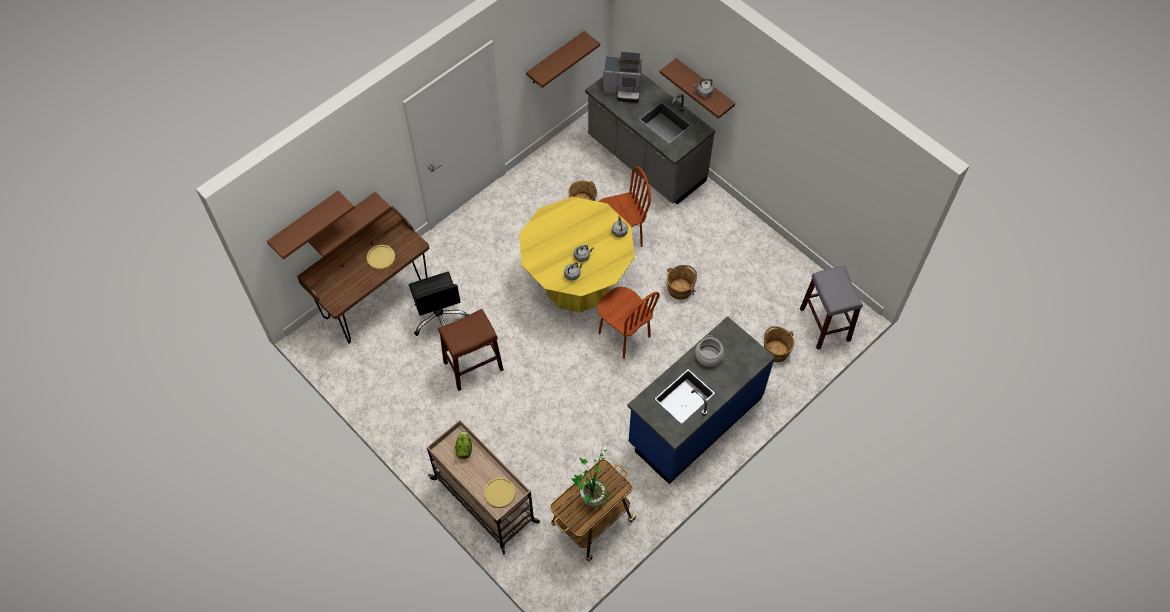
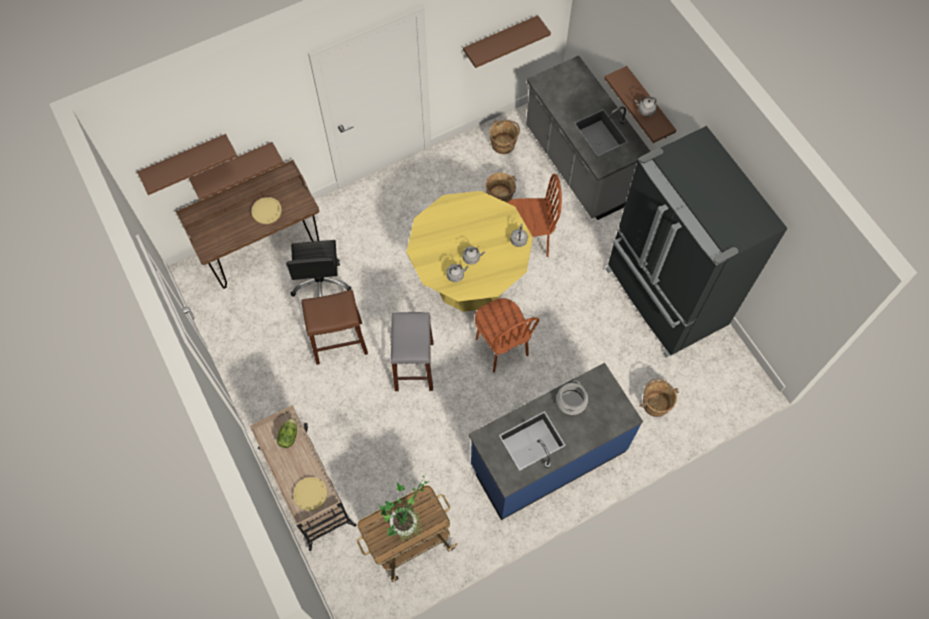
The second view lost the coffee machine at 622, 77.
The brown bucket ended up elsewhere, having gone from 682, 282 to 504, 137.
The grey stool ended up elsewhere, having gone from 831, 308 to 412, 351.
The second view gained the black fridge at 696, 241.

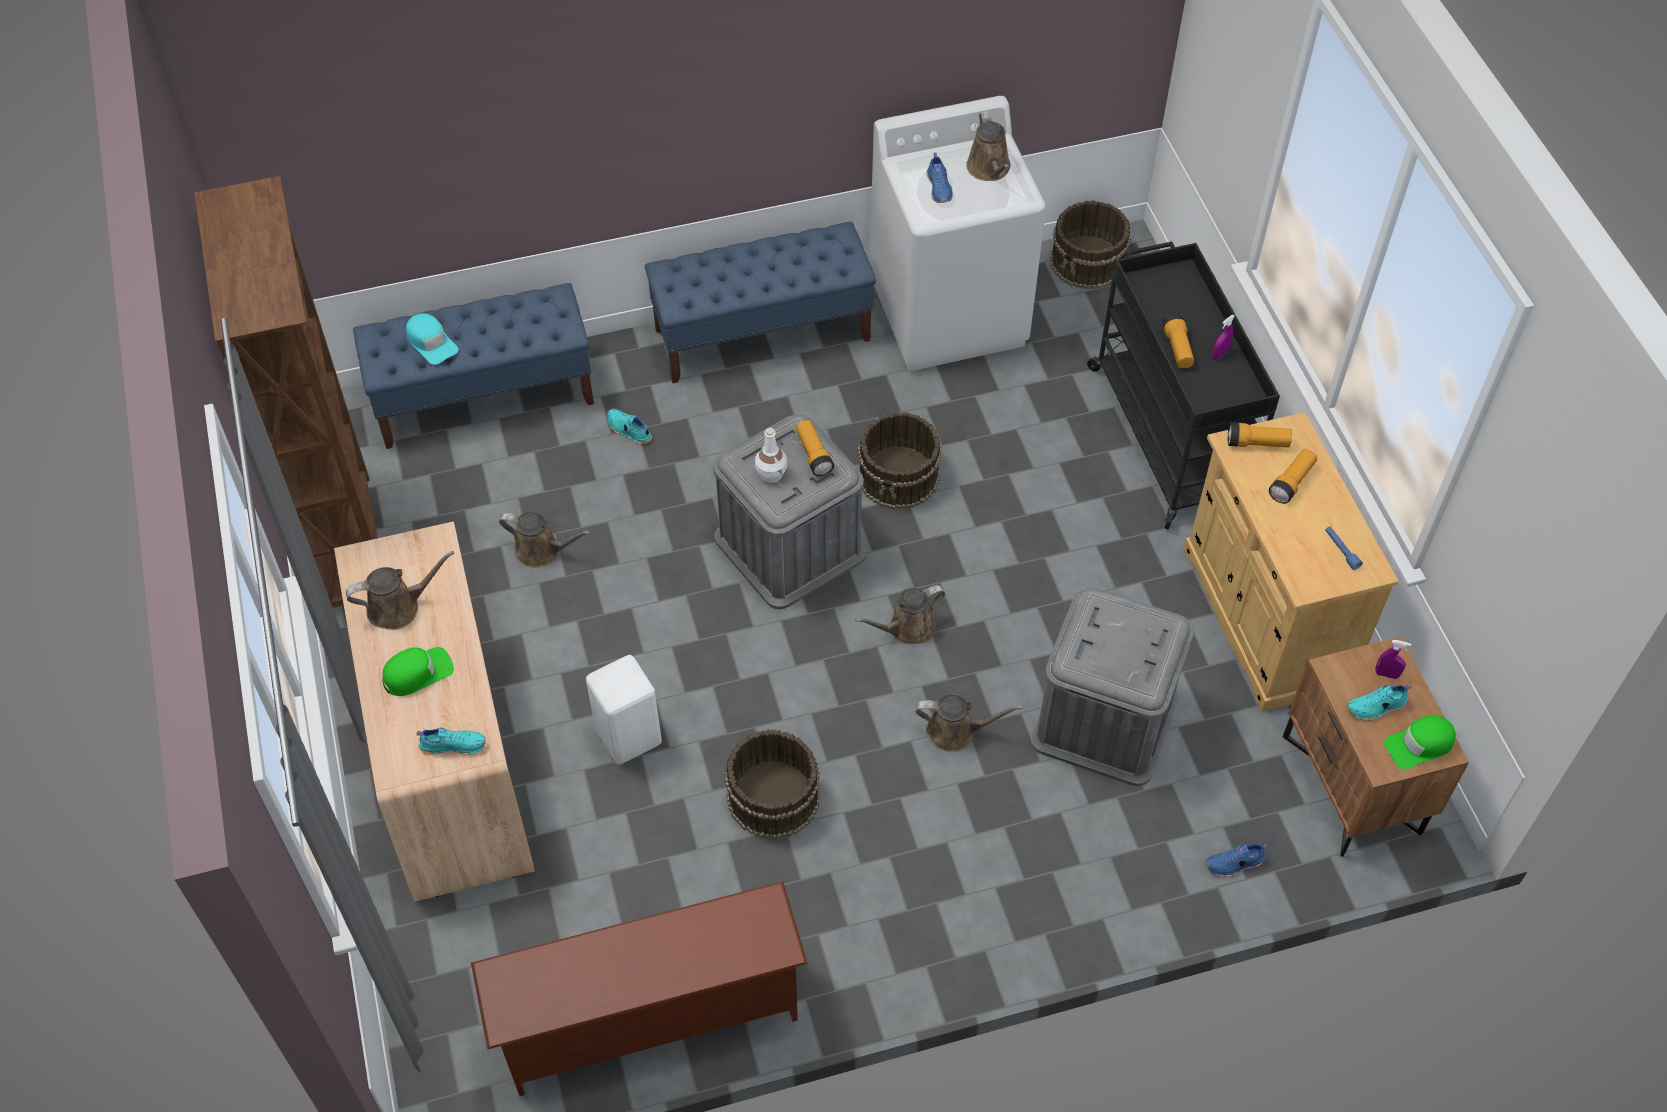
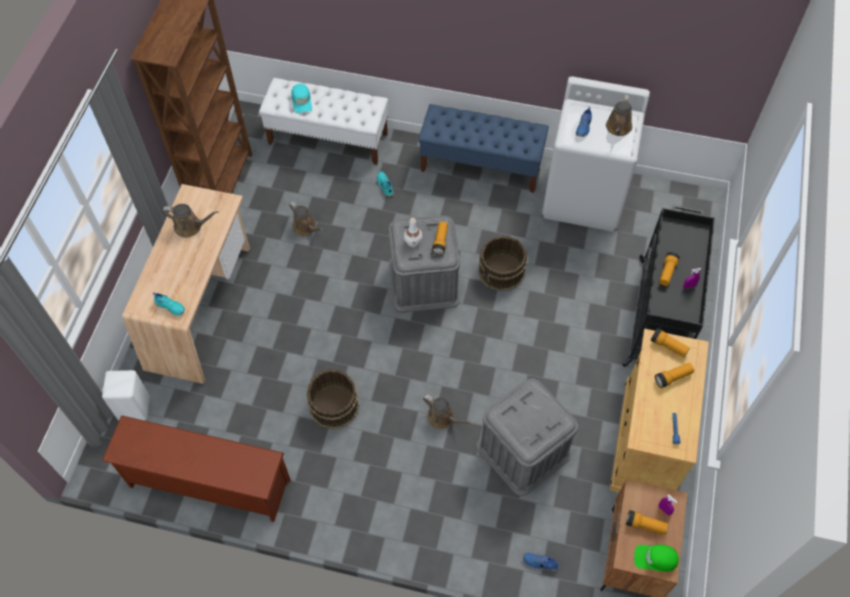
What was the blue bench at 473, 366 turned into the white bench at 323, 121.
The second view lost the green cap at 418, 671.
The white stool ended up elsewhere, having gone from 624, 710 to 126, 395.
The second view lost the brown watering can at 900, 614.
The second view lost the brown bucket at 1090, 245.
Where the turquoise shoe stood at 1379, 702, the flashlight came to stand at 647, 522.

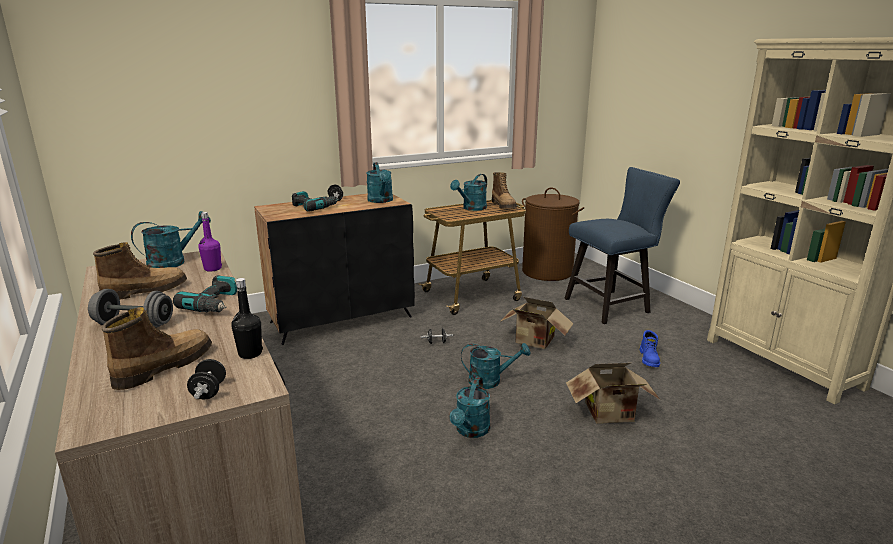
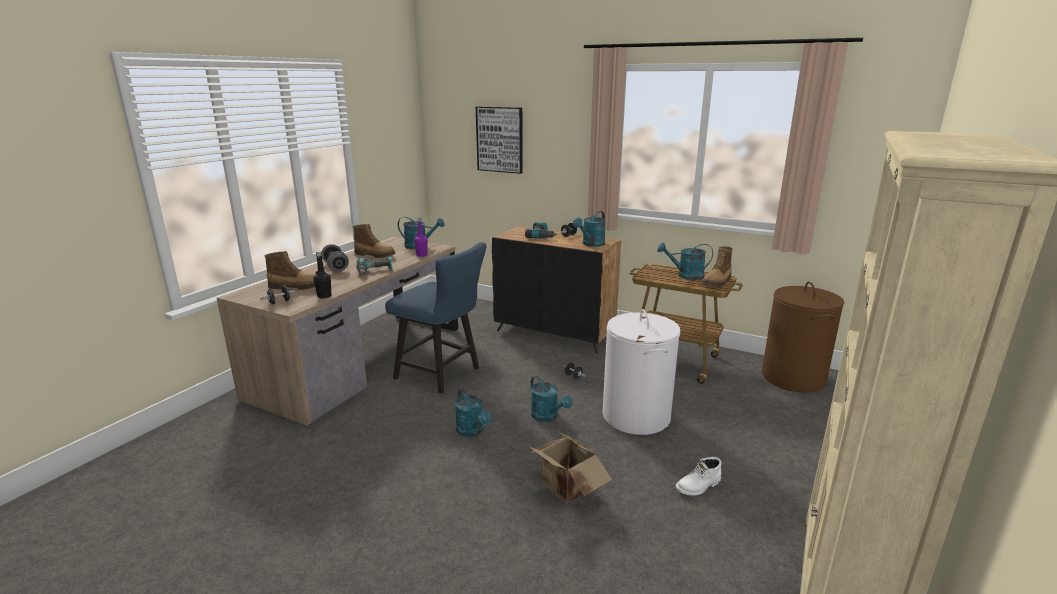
The turquoise watering can at 470, 407 ended up facing another way, 105 degrees counterclockwise from before.
Where the cardboard box stood at 537, 323, the white laundry basket came to stand at 642, 372.
The blue chair ended up elsewhere, having gone from 622, 245 to 436, 317.
What was the blue boot at 649, 348 turned into the white boot at 698, 476.
The second view gained the picture at 499, 140.

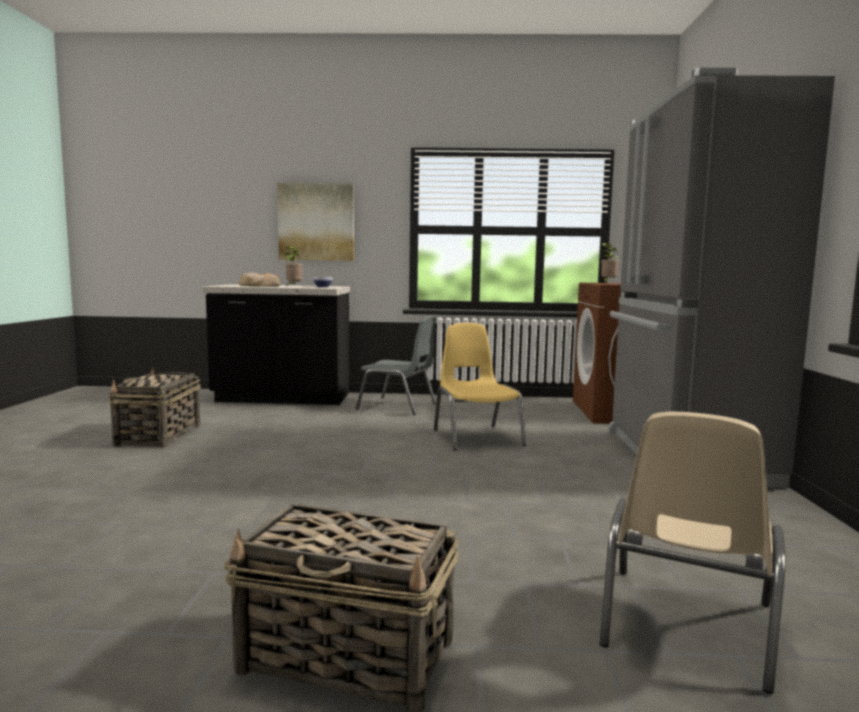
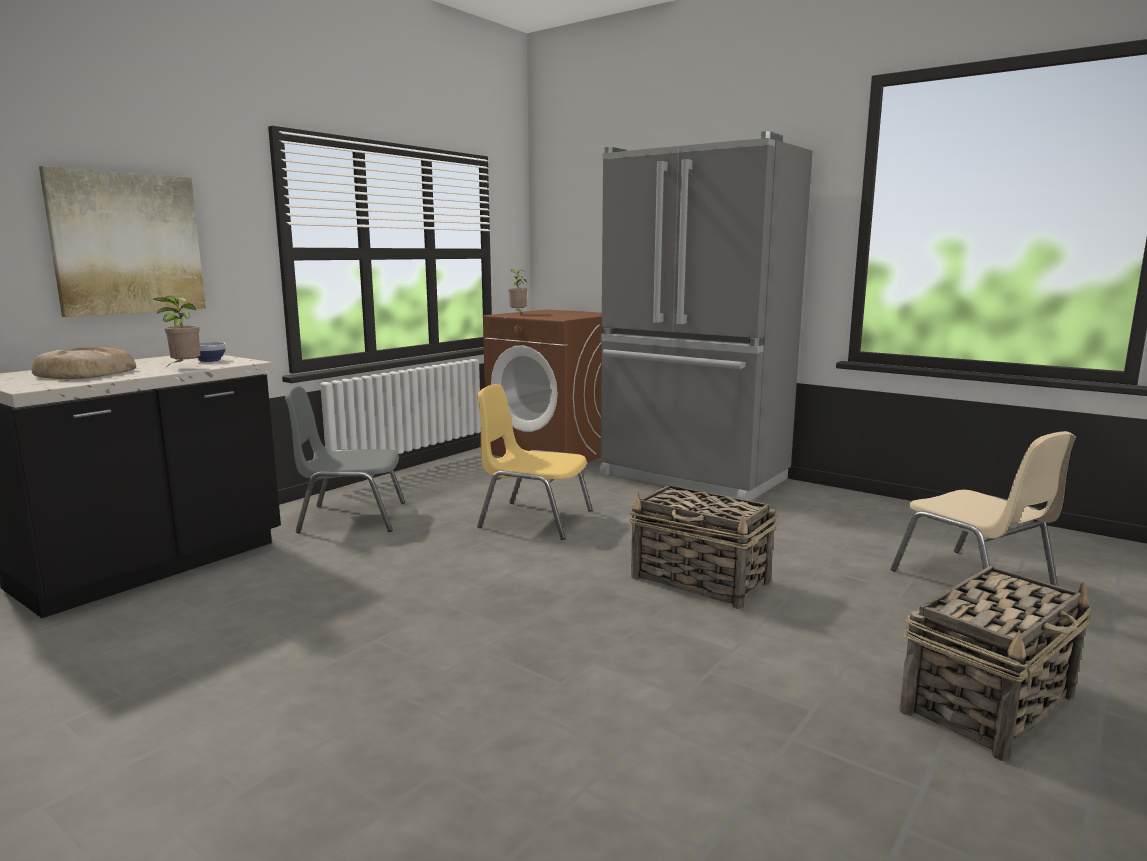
The basket ended up elsewhere, having gone from 154, 407 to 703, 547.
The grey chair at 395, 365 ended up facing another way, 150 degrees counterclockwise from before.

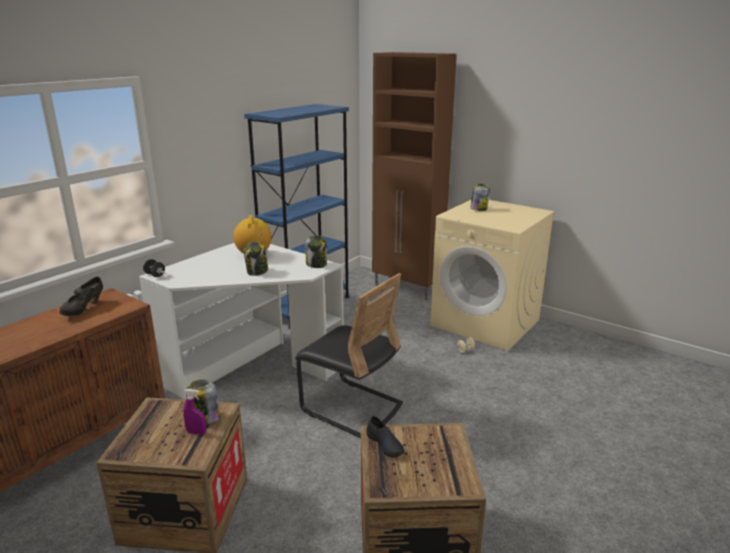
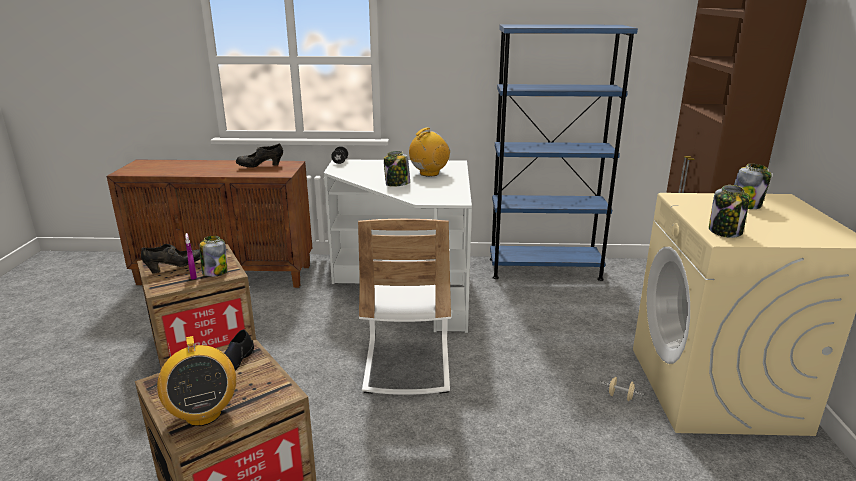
What was the black chair at 349, 355 turned into the white chair at 404, 307.
The jar ended up elsewhere, having gone from 316, 251 to 729, 211.
The second view gained the black shoe at 170, 259.
The second view gained the radio at 196, 381.

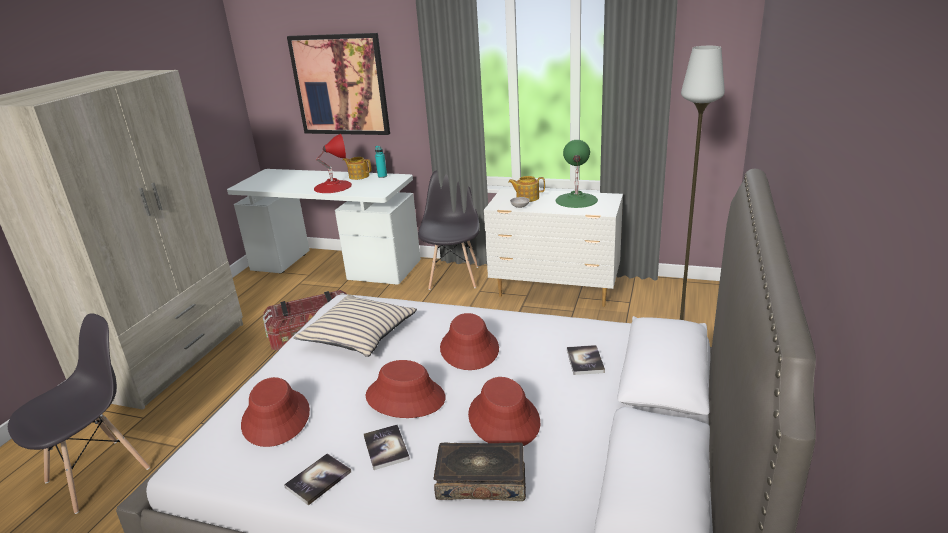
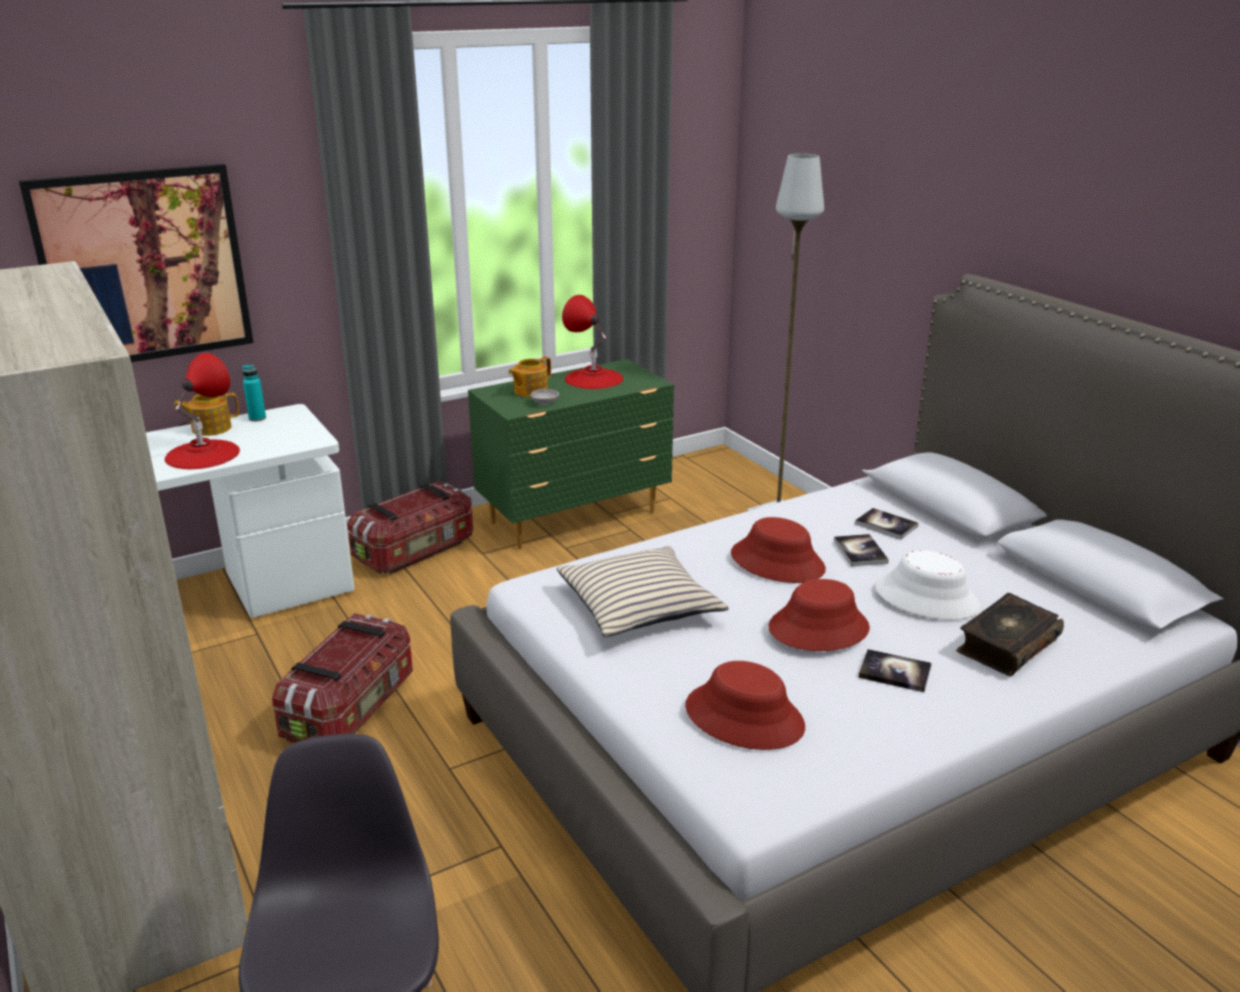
The book ended up elsewhere, having gone from 317, 479 to 861, 550.
Where the grey chair stood at 448, 230, the storage box came to stand at 410, 527.
What was the red hat at 504, 411 turned into the white hat at 927, 585.
What was the white dresser at 553, 247 turned into the green dresser at 571, 454.
What was the green table lamp at 576, 174 turned into the red table lamp at 592, 342.

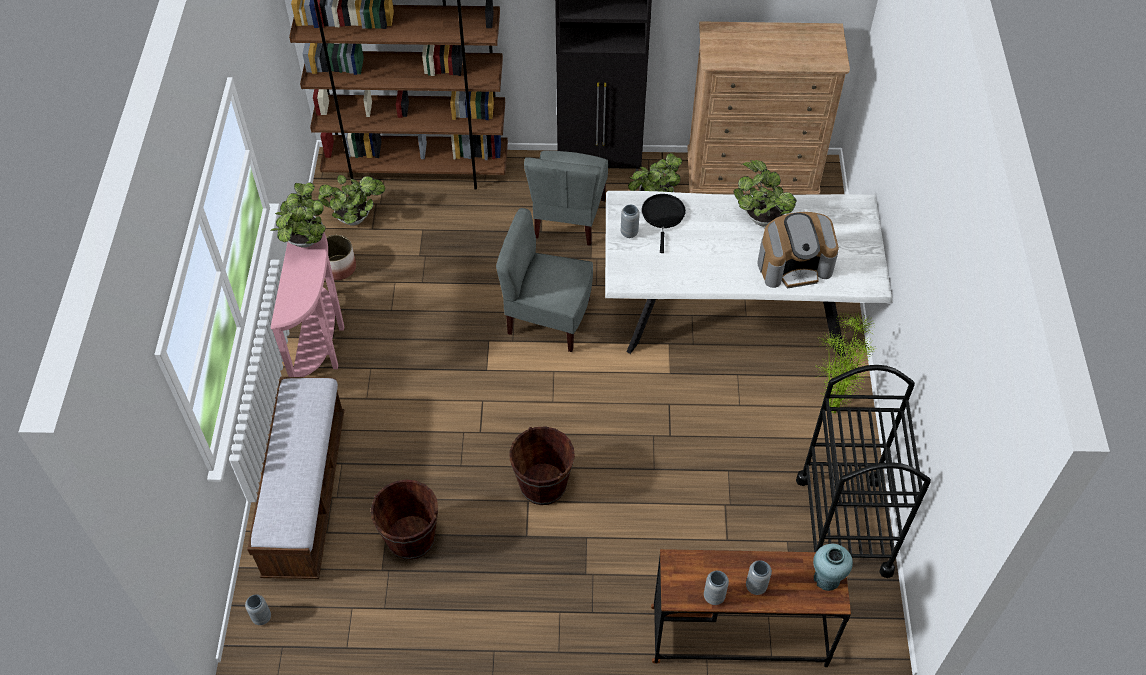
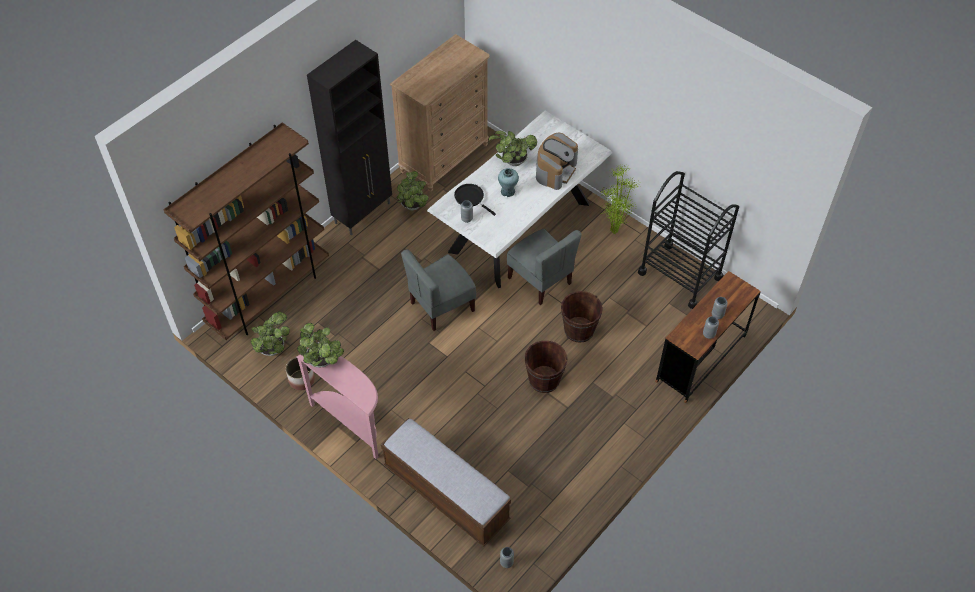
The brown bucket ended up elsewhere, having gone from 404, 519 to 582, 317.
The grey chair ended up elsewhere, having gone from 566, 198 to 544, 267.
The turquoise vase ended up elsewhere, having gone from 833, 567 to 508, 182.

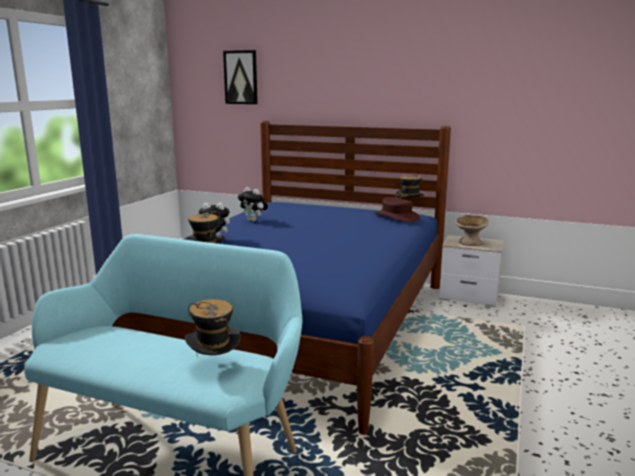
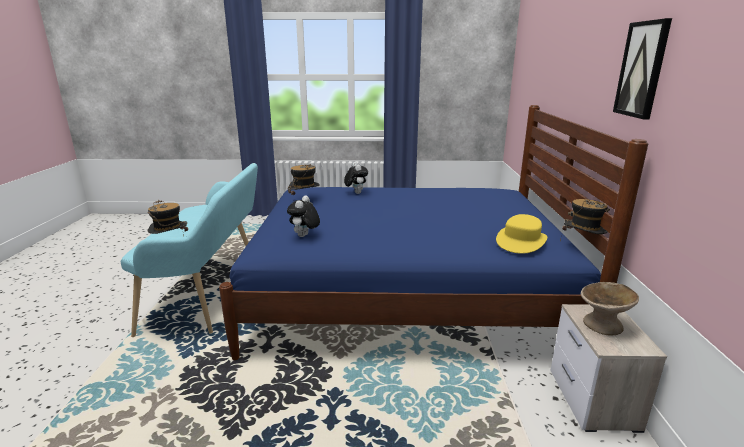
The picture ended up elsewhere, having gone from 240, 77 to 642, 69.
The plush toy ended up elsewhere, having gone from 253, 204 to 303, 216.
What was the brown hat at 397, 209 turned into the yellow hat at 521, 234.

